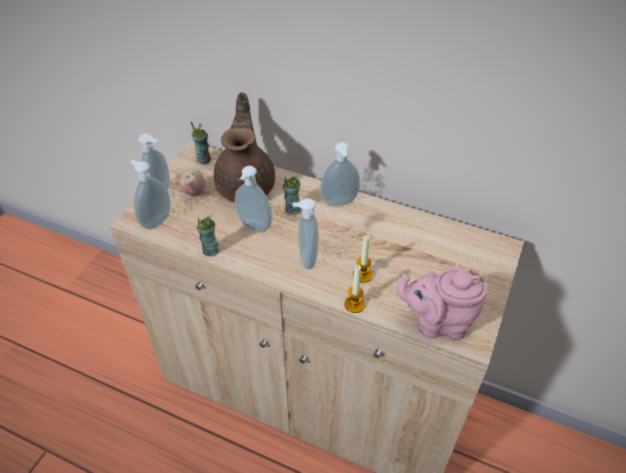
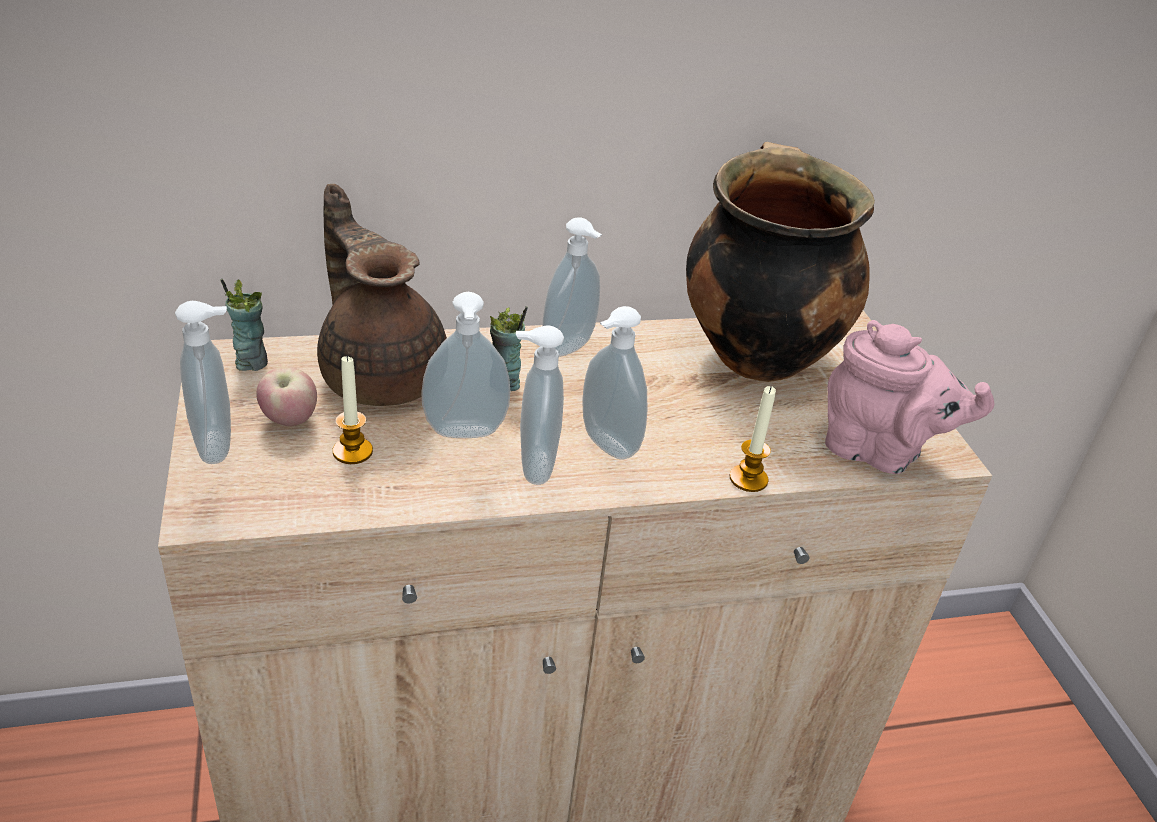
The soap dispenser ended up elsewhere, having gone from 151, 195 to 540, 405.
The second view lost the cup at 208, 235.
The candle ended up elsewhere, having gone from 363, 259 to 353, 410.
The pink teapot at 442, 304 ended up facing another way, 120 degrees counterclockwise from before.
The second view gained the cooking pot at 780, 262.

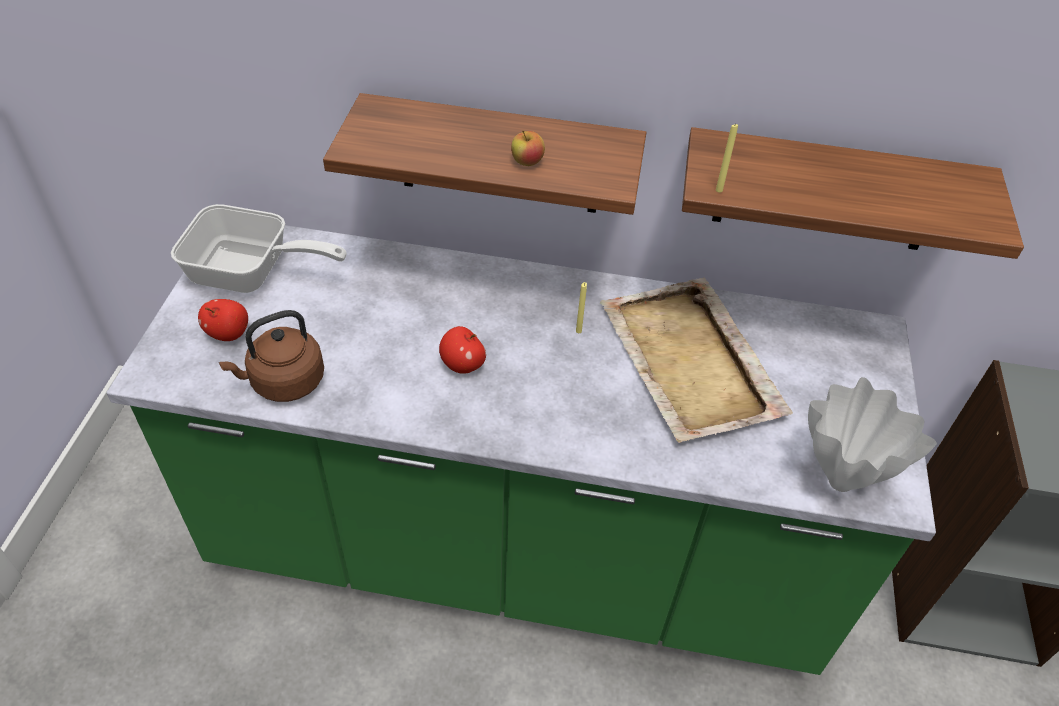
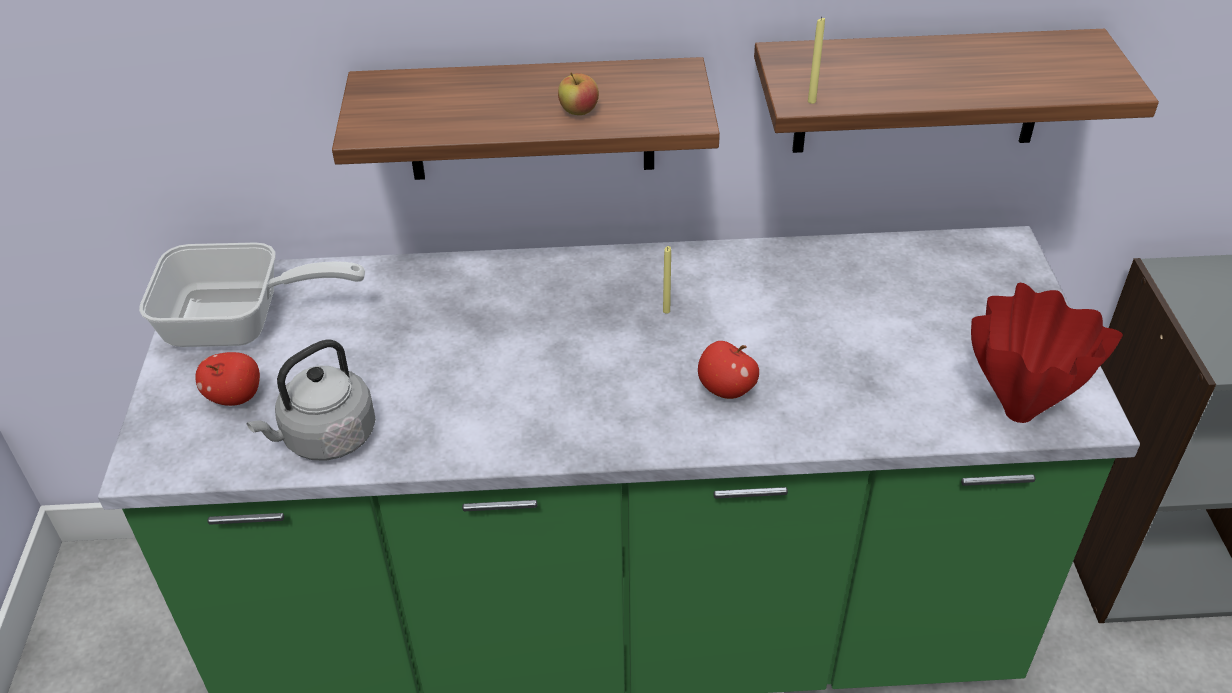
What was the brown kettle at 271, 356 turned into the grey kettle at 311, 400.
The apple ended up elsewhere, having gone from 462, 350 to 728, 370.
The second view lost the beige tray at 696, 360.
What was the white vase at 872, 434 turned into the red vase at 1047, 353.

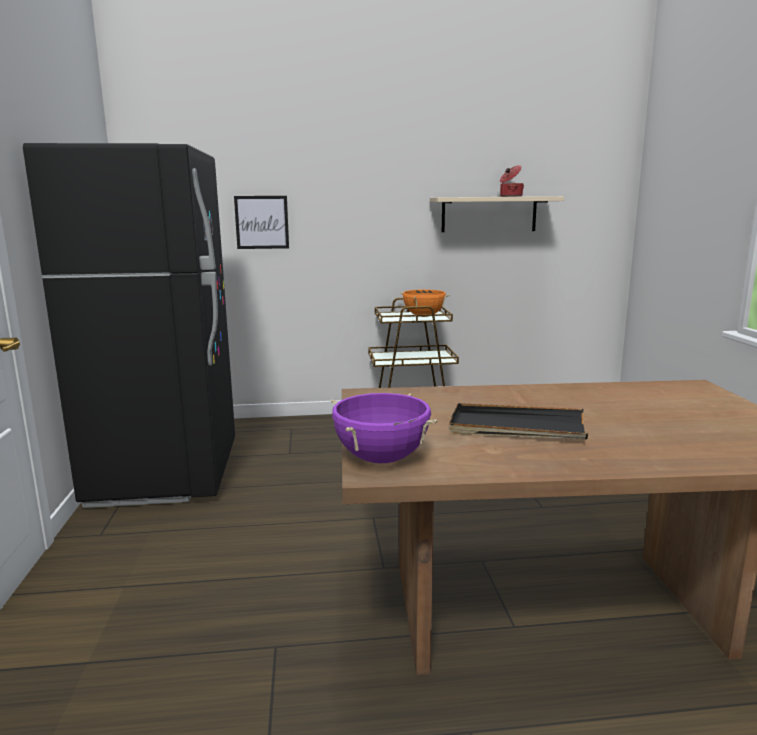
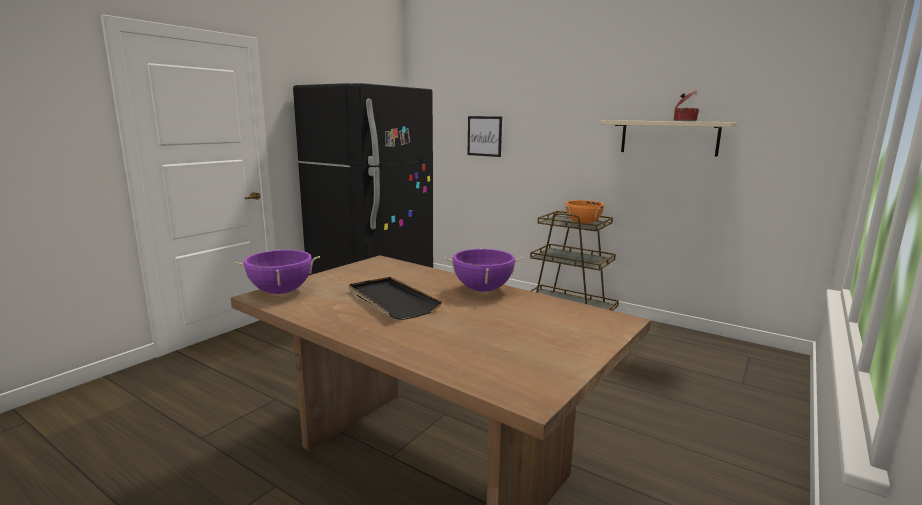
The second view gained the purple cooking pot at 483, 270.

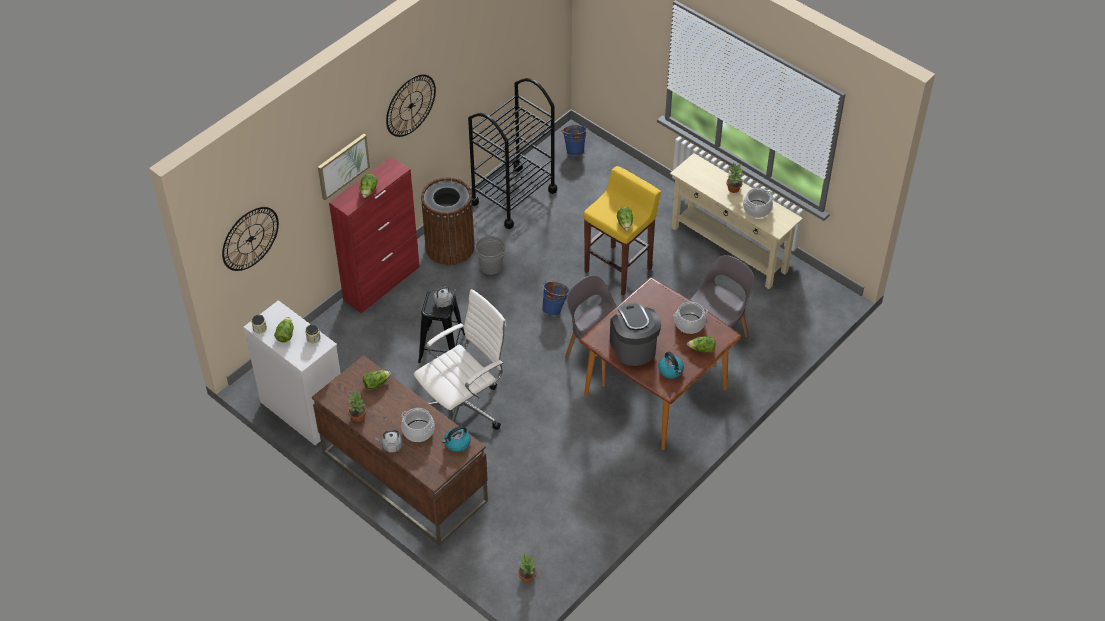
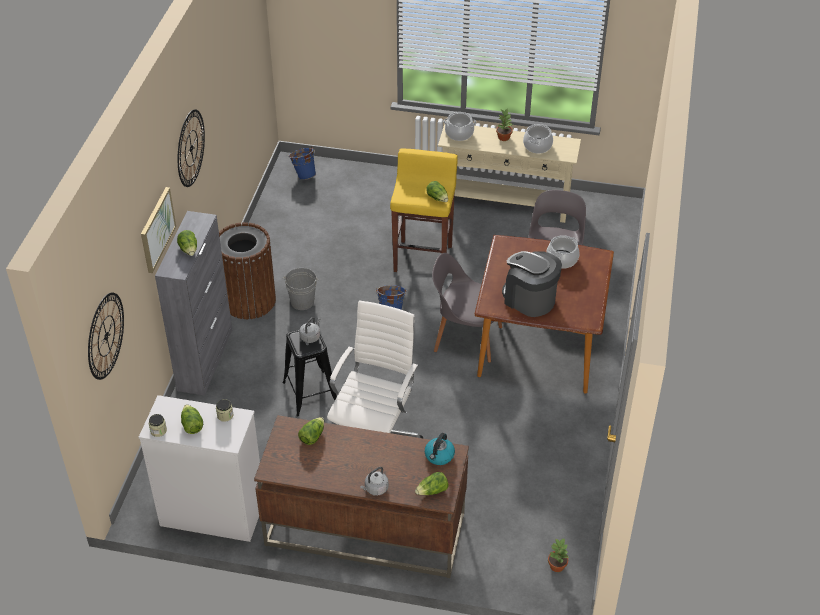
What was the red cabinet at 374, 234 turned into the grey cabinet at 193, 303.
The second view lost the potted plant at 357, 406.
The cooking pot ended up elsewhere, having gone from 418, 425 to 459, 126.
The second view lost the black cart at 512, 153.
The second view lost the kettle at 671, 365.
The lettuce ended up elsewhere, having gone from 701, 344 to 432, 483.

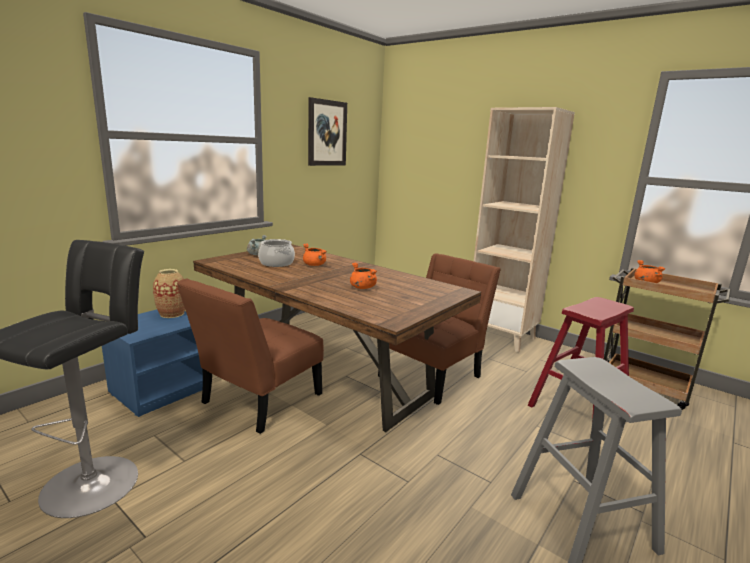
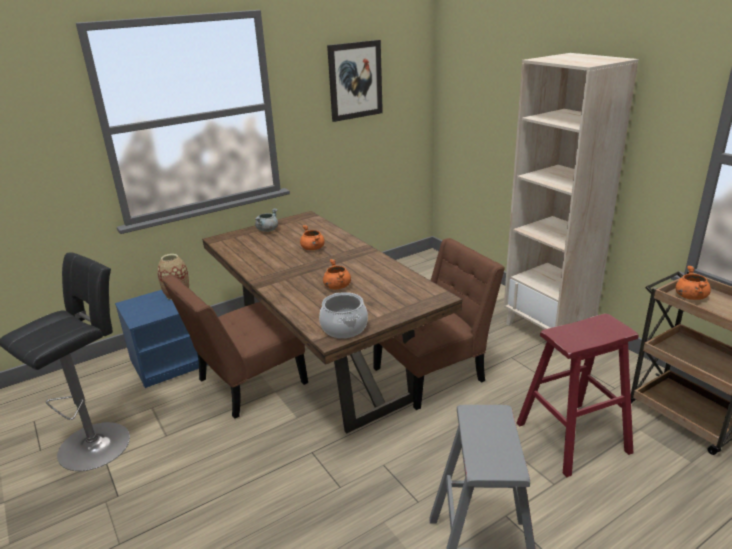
The cooking pot ended up elsewhere, having gone from 276, 253 to 343, 315.

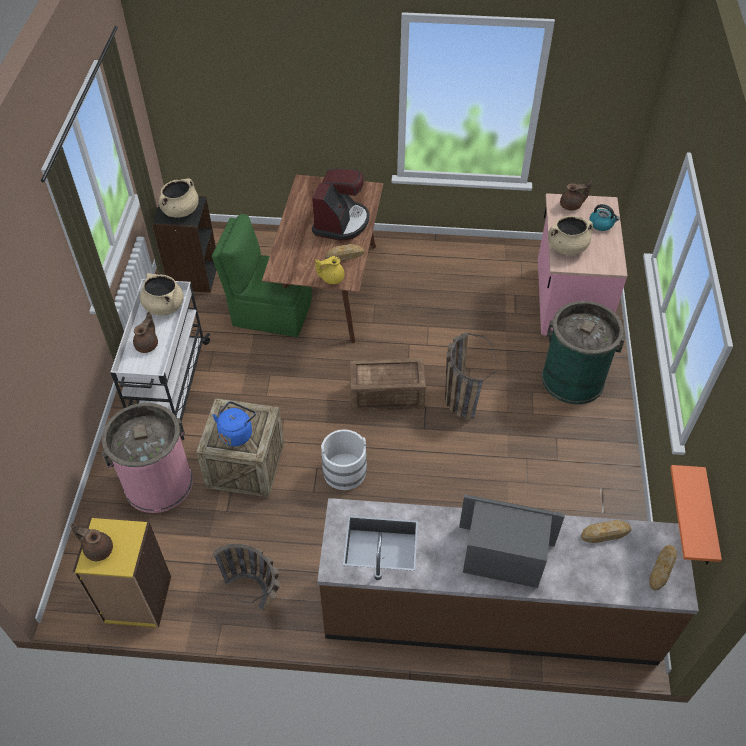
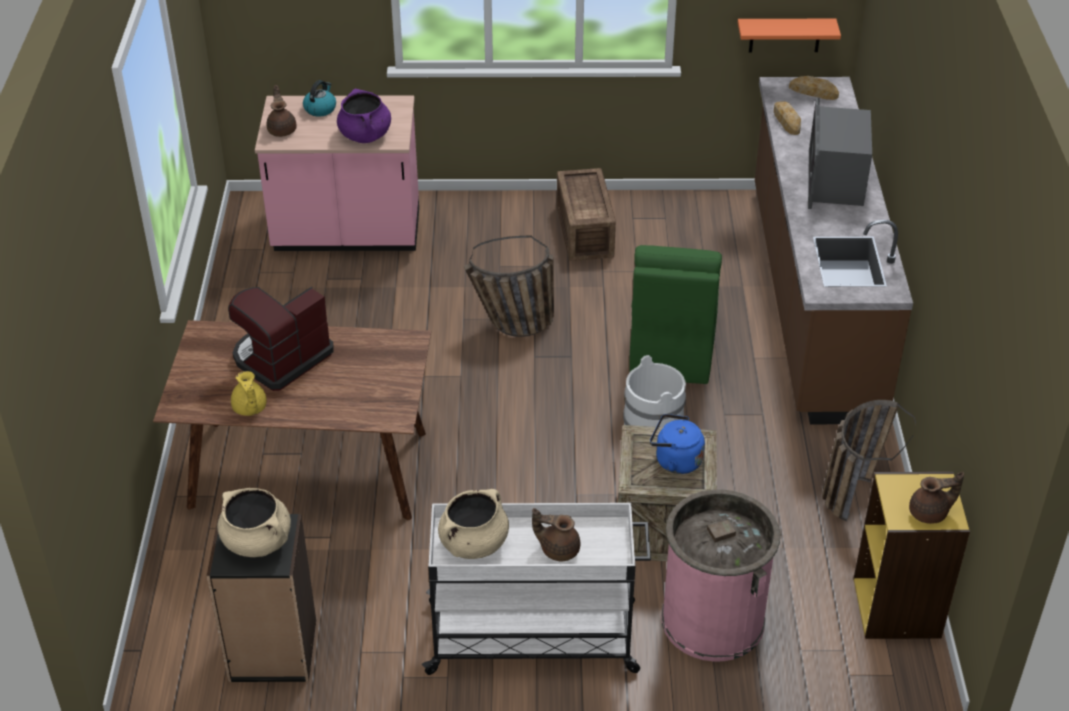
The brown teapot at 91, 542 ended up facing another way, 120 degrees counterclockwise from before.
The green chair ended up elsewhere, having gone from 262, 275 to 675, 314.
The coffee machine at 340, 204 ended up facing another way, 60 degrees counterclockwise from before.
The yellow teapot ended up elsewhere, having gone from 330, 270 to 249, 393.
The second view lost the bread at 345, 252.
The crate ended up elsewhere, having gone from 388, 385 to 586, 214.
The second view lost the green trash can at 583, 353.
What was the beige cooking pot at 570, 235 turned into the purple cooking pot at 364, 116.

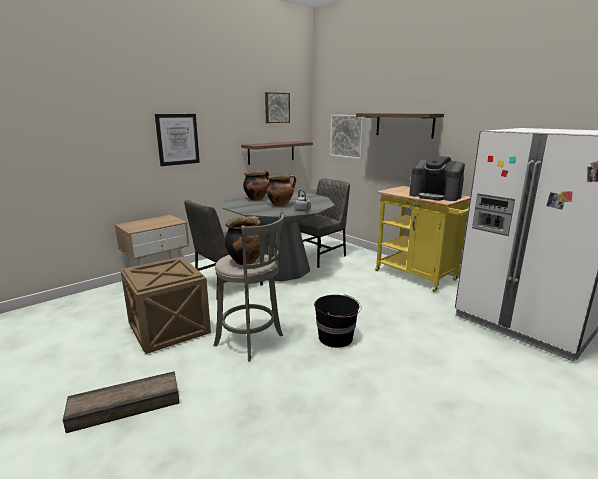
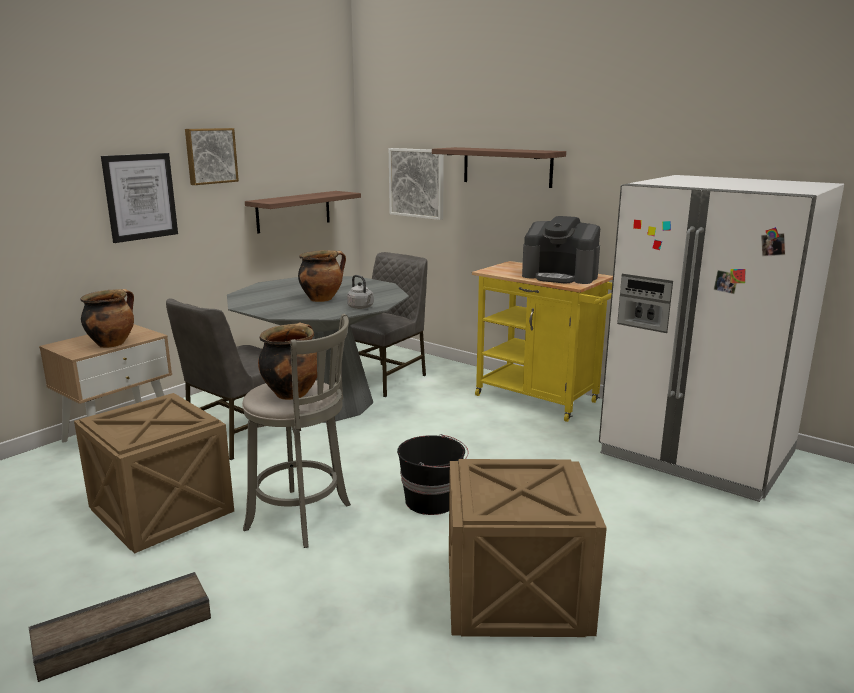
The cooking pot ended up elsewhere, having gone from 256, 185 to 107, 318.
The picture ended up elsewhere, having gone from 277, 107 to 212, 156.
The second view gained the crate at 528, 548.

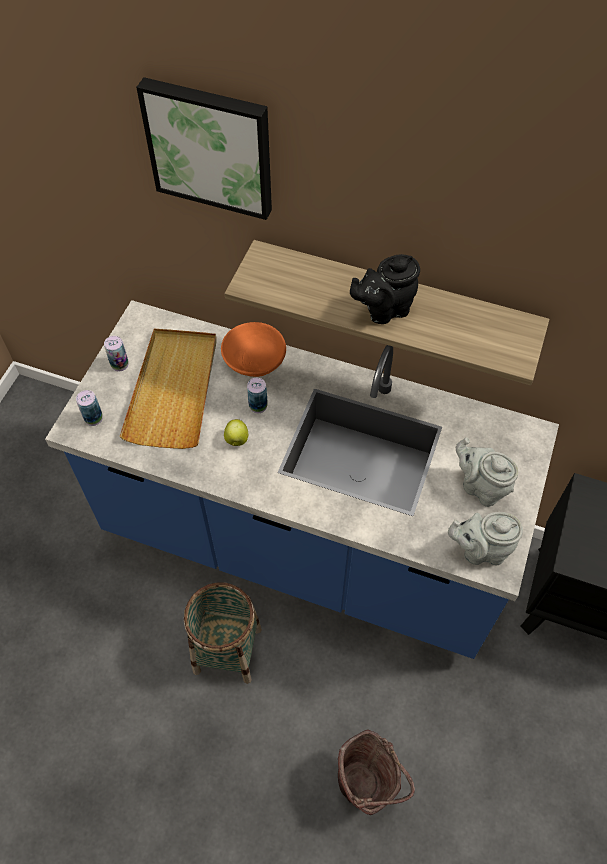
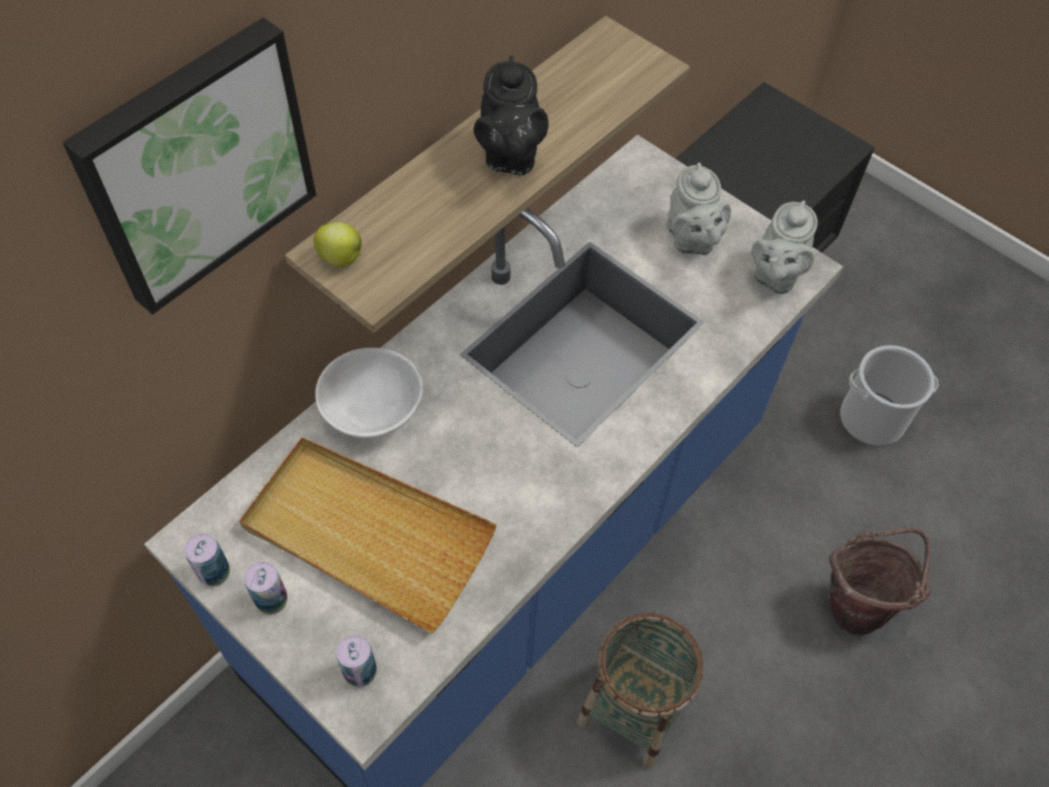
What was the orange bowl at 253, 349 turned into the white bowl at 369, 393.
The apple ended up elsewhere, having gone from 236, 432 to 337, 244.
The can ended up elsewhere, having gone from 257, 395 to 207, 560.
The grey teapot at 487, 472 ended up facing another way, 75 degrees counterclockwise from before.
The second view gained the bucket at 889, 395.

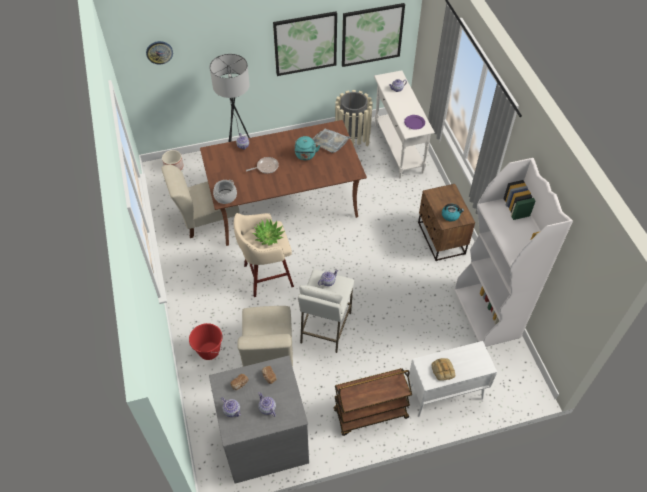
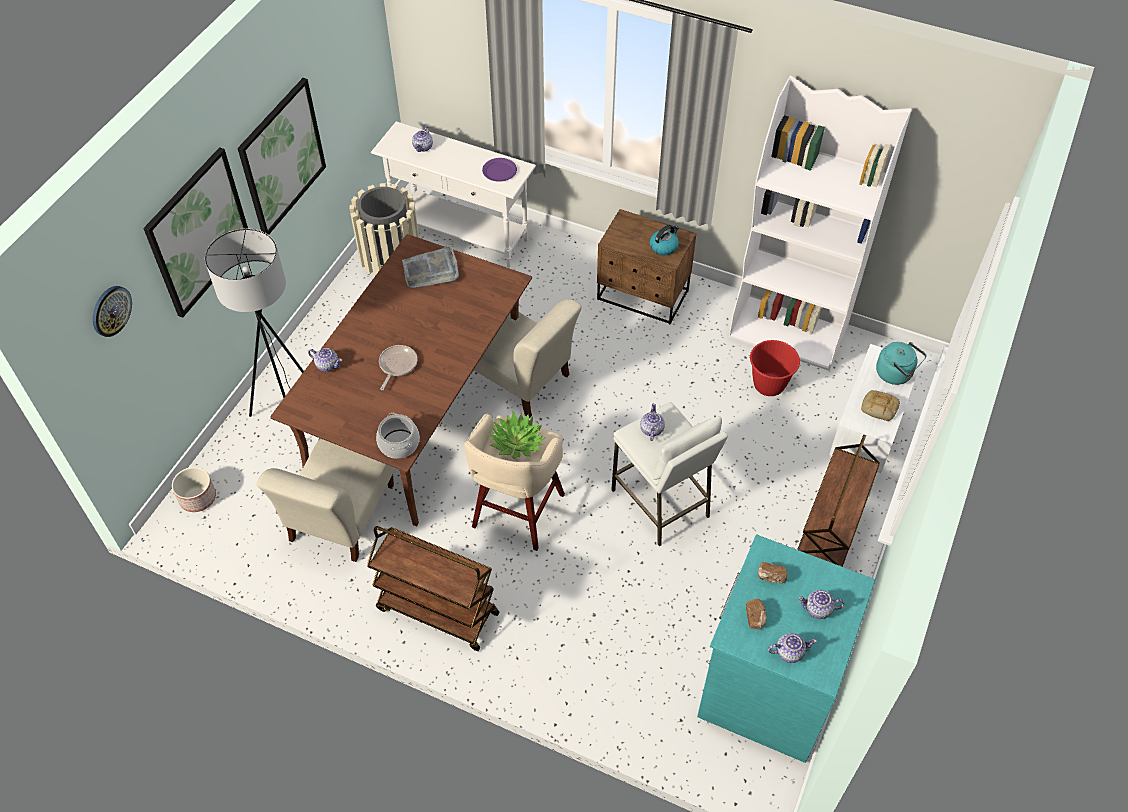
The red bucket ended up elsewhere, having gone from 205, 341 to 775, 368.
What was the grey dresser at 259, 419 turned into the turquoise dresser at 786, 648.
The beige chair ended up elsewhere, having gone from 265, 336 to 528, 358.
The turquoise kettle ended up elsewhere, having gone from 307, 148 to 901, 363.
The picture ended up elsewhere, having gone from 373, 35 to 195, 232.
The second view gained the brown cart at 433, 588.

